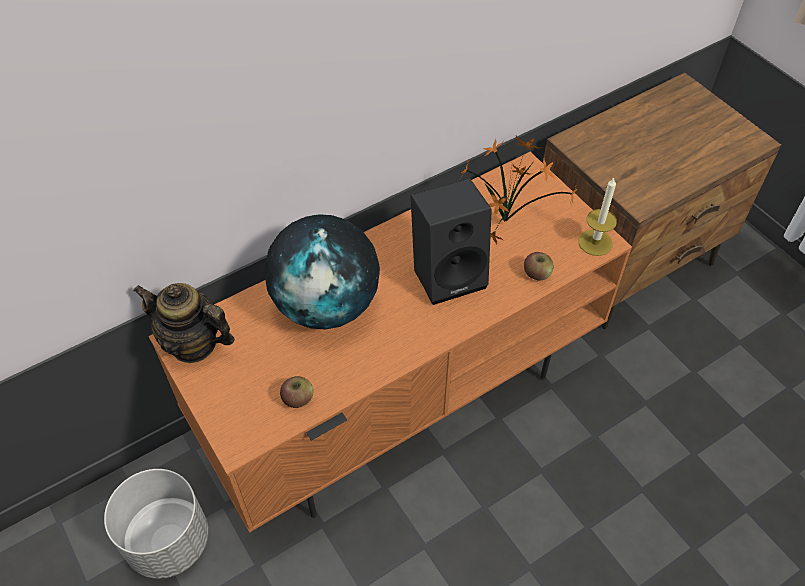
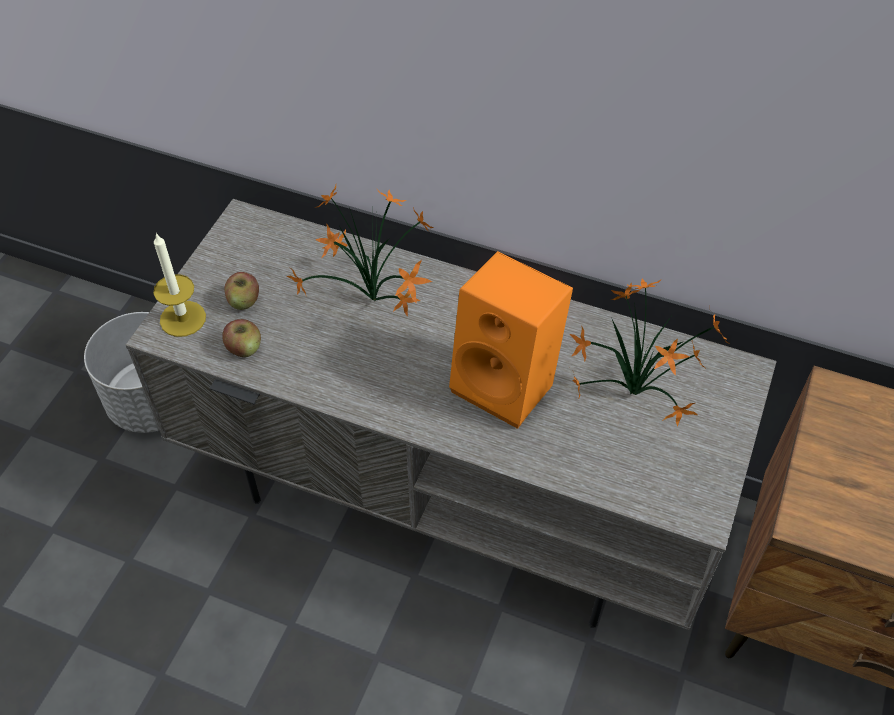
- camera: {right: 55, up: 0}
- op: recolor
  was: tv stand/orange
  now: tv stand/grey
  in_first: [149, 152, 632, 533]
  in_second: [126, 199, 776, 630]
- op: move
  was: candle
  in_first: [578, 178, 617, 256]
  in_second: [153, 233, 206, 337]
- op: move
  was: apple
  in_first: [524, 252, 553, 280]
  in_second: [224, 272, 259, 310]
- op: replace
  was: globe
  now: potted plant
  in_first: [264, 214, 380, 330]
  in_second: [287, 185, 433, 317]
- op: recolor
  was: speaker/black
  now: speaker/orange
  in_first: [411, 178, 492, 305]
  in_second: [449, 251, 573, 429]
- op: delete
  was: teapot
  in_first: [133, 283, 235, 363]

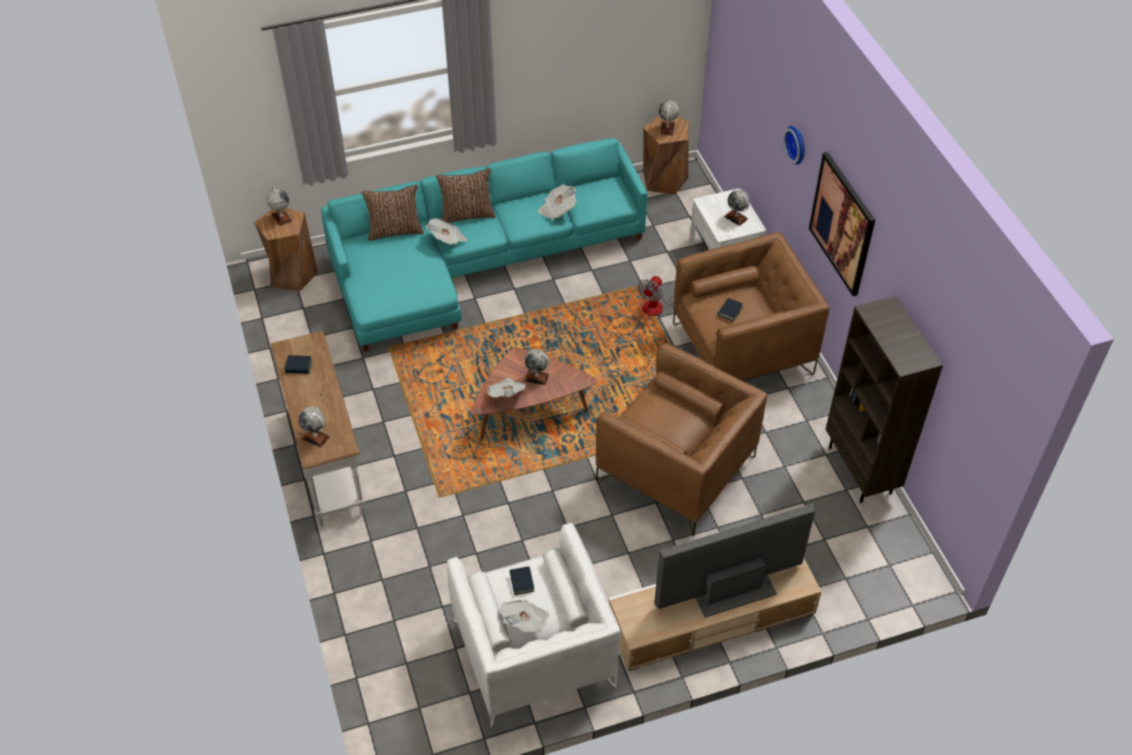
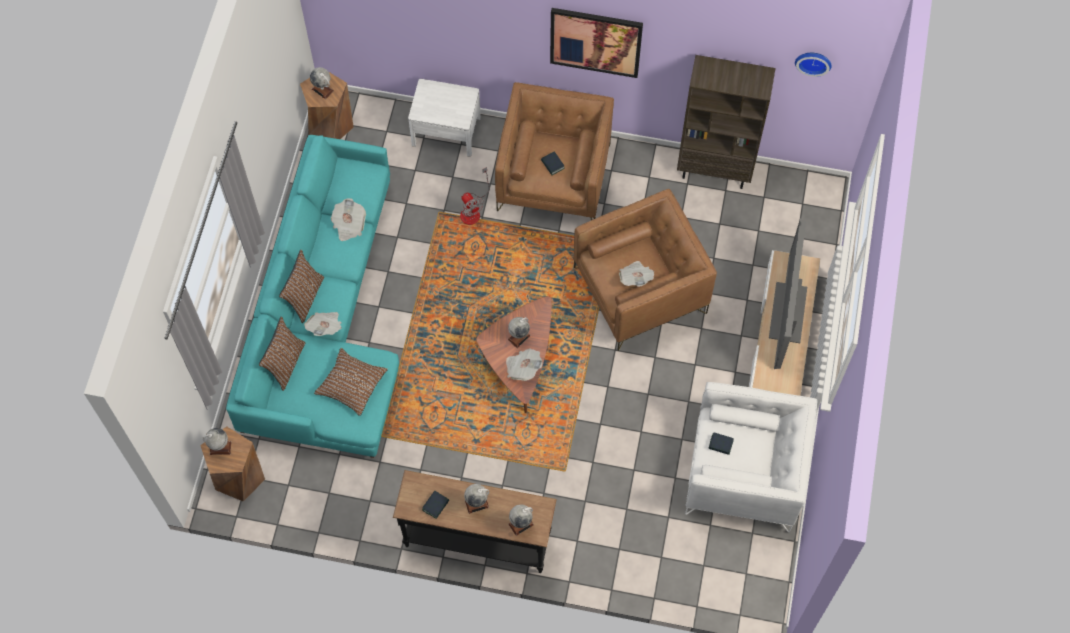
- camera: {right: -60, up: 15}
- op: insert
  now: pillow/brown
  in_second: [314, 348, 388, 416]
- op: recolor
  was: console table/white
  now: console table/black
  in_first: [270, 331, 365, 527]
  in_second: [393, 470, 557, 573]
- op: move
  was: globe
  in_first: [724, 190, 749, 226]
  in_second: [464, 484, 489, 514]
- op: move
  was: newspaper
  in_first: [500, 599, 550, 632]
  in_second: [619, 261, 654, 287]
- op: move
  was: wall clock
  in_first: [783, 126, 805, 165]
  in_second: [795, 53, 832, 77]

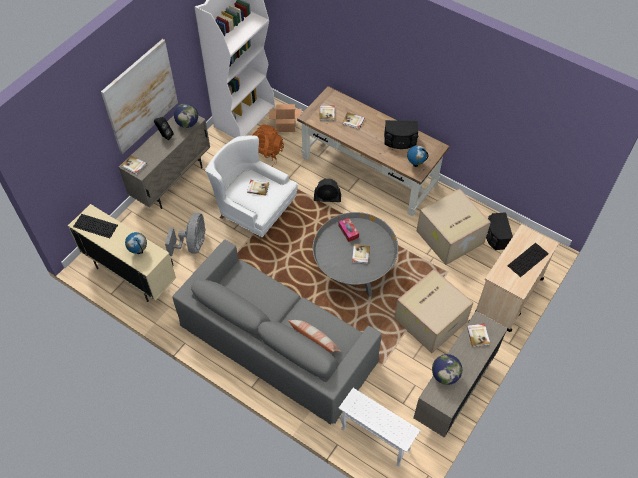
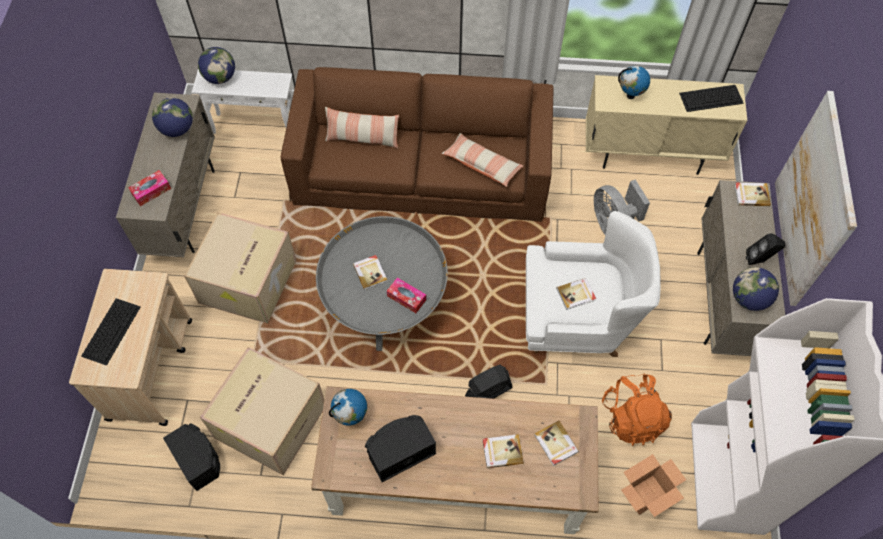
- camera: {right: 150, up: 5}
- op: replace
  was: book
  now: tissue box
  in_first: [467, 324, 490, 347]
  in_second: [128, 170, 171, 206]
- op: insert
  now: globe
  in_second: [198, 47, 235, 84]
- op: recolor
  was: sofa/grey
  now: sofa/brown
  in_first: [172, 240, 382, 425]
  in_second: [280, 67, 554, 222]
- op: insert
  now: pillow
  in_second: [441, 133, 524, 187]

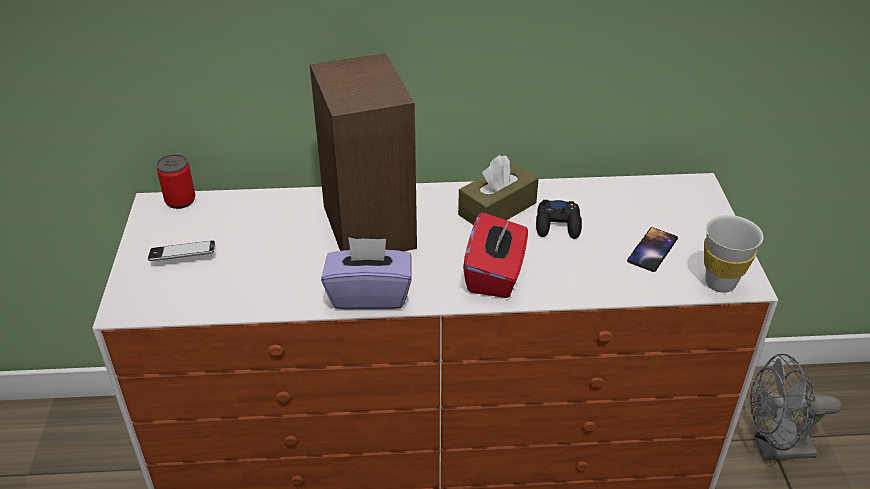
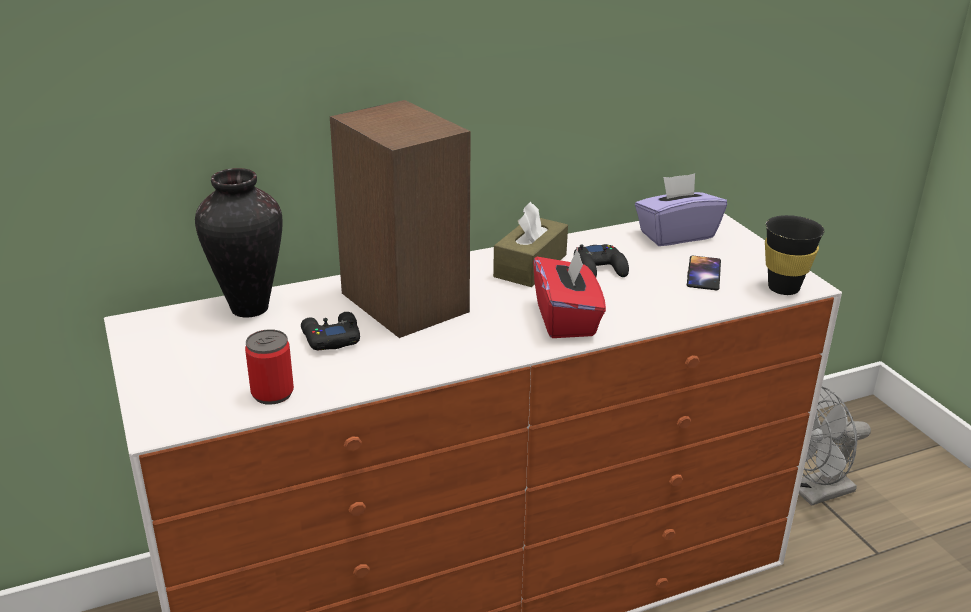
- camera: {right: -20, up: -10}
- op: insert
  now: vase
  in_second: [195, 168, 283, 317]
- op: move
  was: can
  in_first: [157, 154, 195, 209]
  in_second: [245, 329, 294, 405]
- op: insert
  now: game controller/black
  in_second: [301, 312, 360, 350]
- op: move
  was: tissue box/purple
  in_first: [321, 237, 412, 310]
  in_second: [635, 173, 727, 246]
- op: recolor
  was: cup/white
  now: cup/black
  in_first: [704, 215, 764, 293]
  in_second: [765, 215, 824, 295]
- op: delete
  was: phone
  in_first: [148, 240, 215, 261]

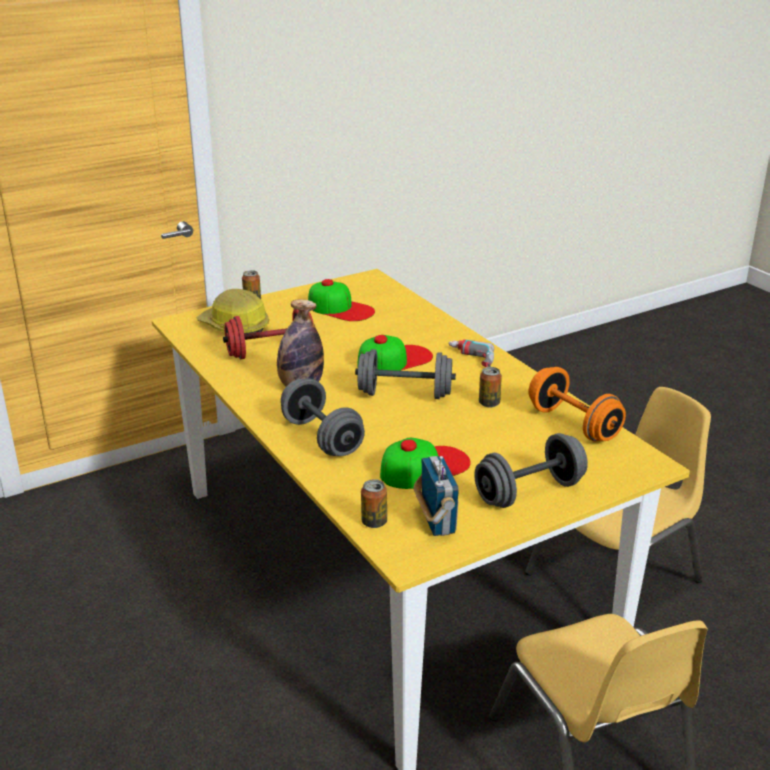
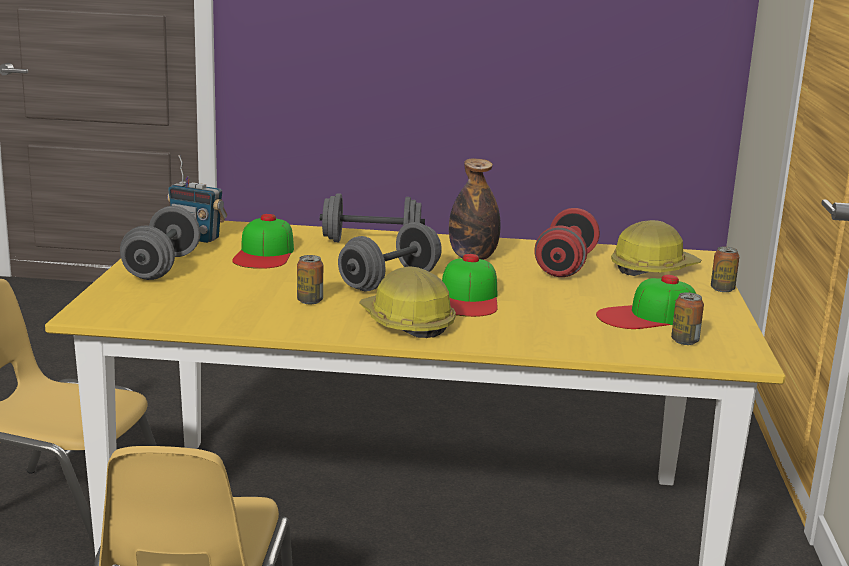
- camera: {right: 125, up: -10}
- op: replace
  was: power drill
  now: hard hat
  in_first: [448, 339, 494, 367]
  in_second: [359, 267, 456, 338]
- op: move
  was: can
  in_first: [361, 479, 387, 528]
  in_second: [671, 292, 704, 345]
- op: delete
  was: dumbbell/orange
  in_first: [529, 367, 626, 441]

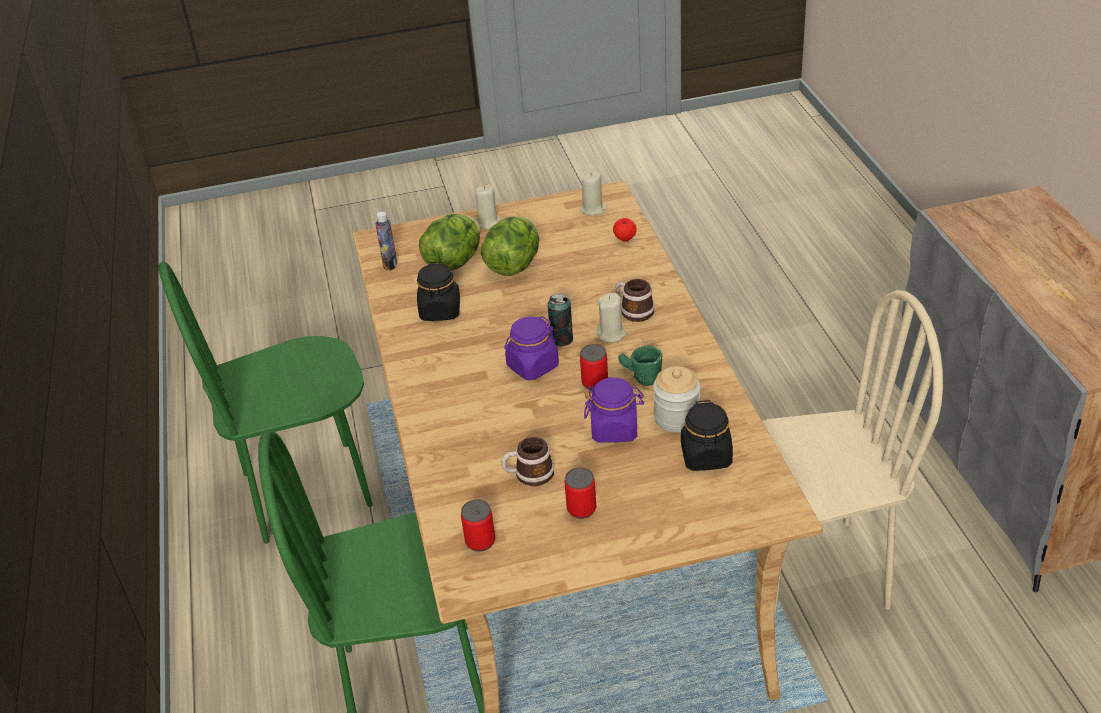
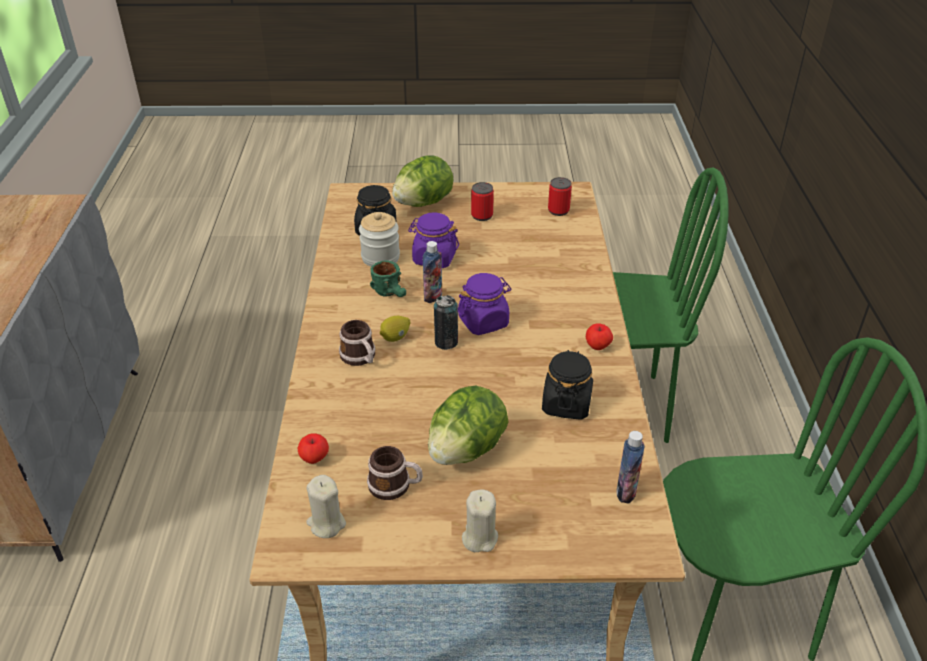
- camera: {right: -170, up: 0}
- op: move
  was: mug
  in_first: [502, 437, 554, 486]
  in_second: [367, 446, 423, 500]
- op: replace
  was: candle/beige
  now: lemon
  in_first: [597, 293, 627, 342]
  in_second: [380, 316, 410, 342]
- op: move
  was: lettuce
  in_first: [419, 214, 481, 271]
  in_second: [392, 155, 454, 207]
- op: replace
  was: can
  now: bottle
  in_first: [580, 344, 608, 390]
  in_second: [423, 241, 442, 303]
- op: insert
  now: apple
  in_second: [586, 323, 613, 350]
- op: delete
  was: chair/beige
  in_first: [762, 290, 943, 618]

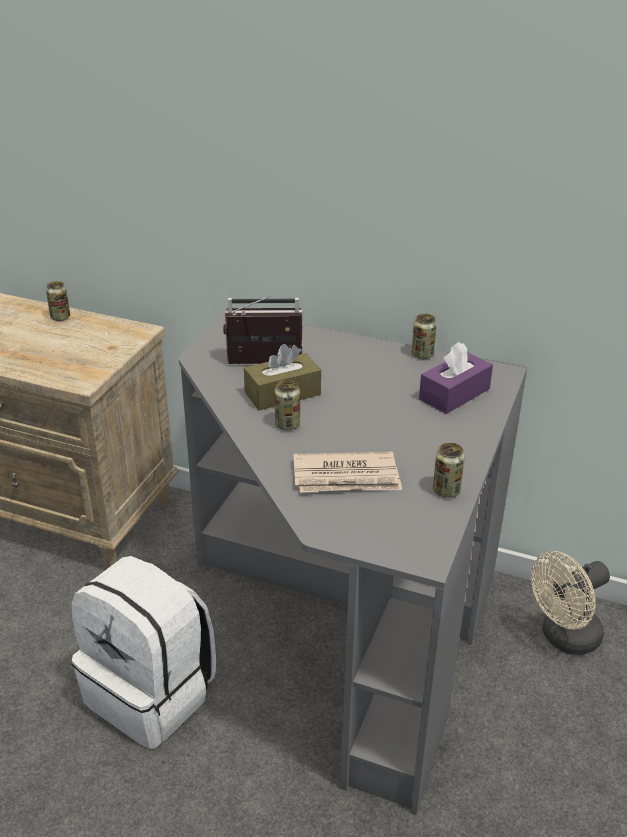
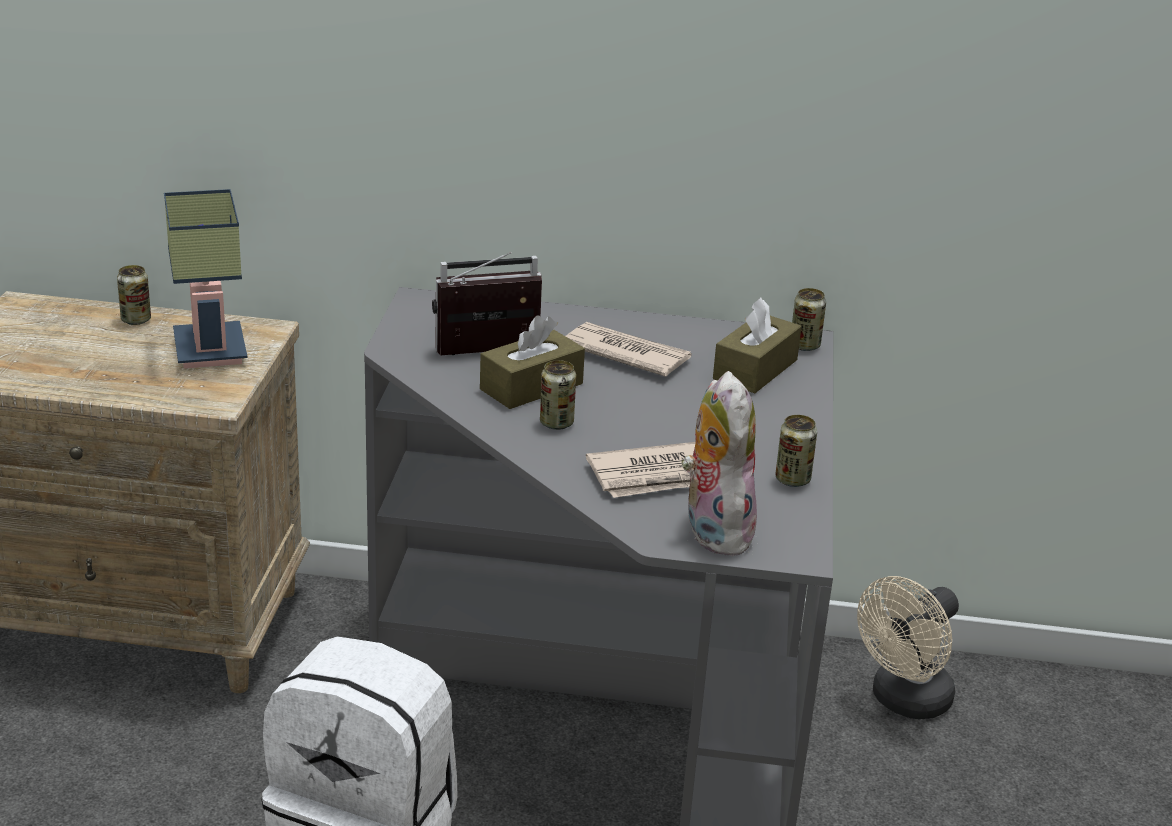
- camera: {right: -15, up: -5}
- op: insert
  now: table lamp
  in_second: [164, 189, 247, 369]
- op: insert
  now: newspaper
  in_second: [566, 322, 692, 377]
- op: insert
  now: plush toy
  in_second: [681, 371, 757, 556]
- op: recolor
  was: tissue box/purple
  now: tissue box/brown
  in_first: [419, 342, 493, 414]
  in_second: [713, 297, 802, 393]
- op: move
  was: can
  in_first: [412, 314, 437, 359]
  in_second: [792, 288, 826, 351]

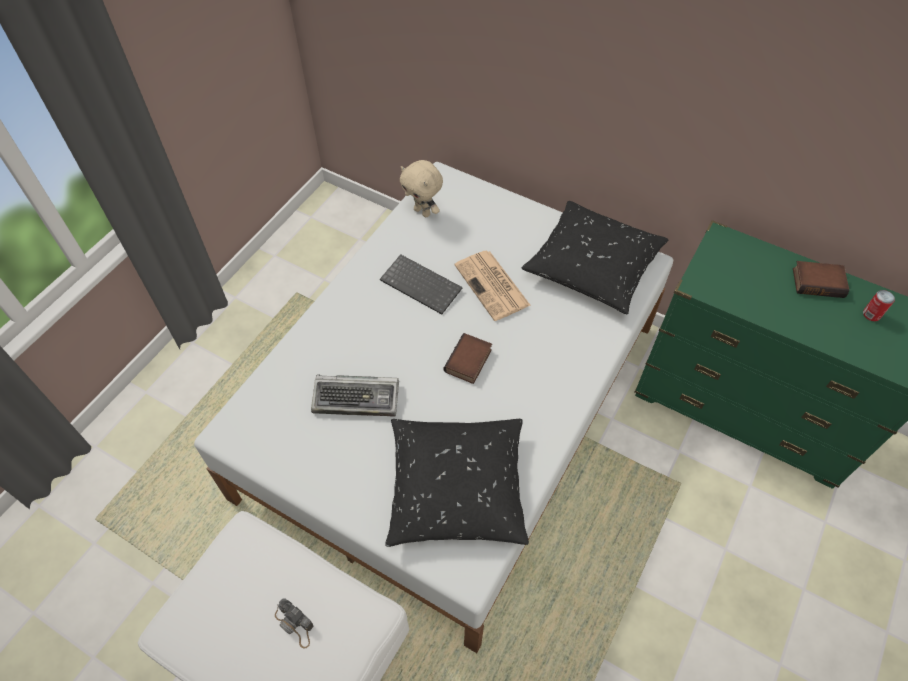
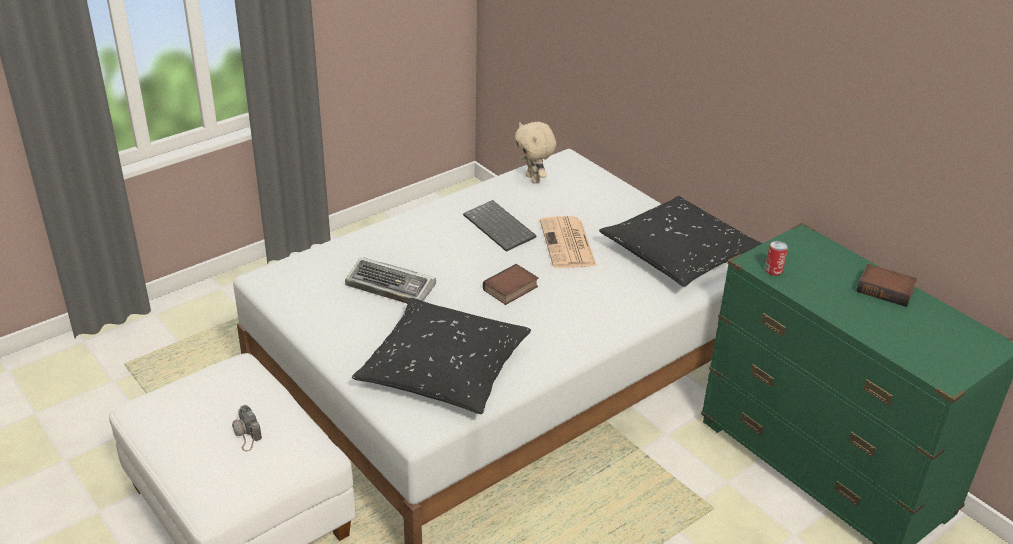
- camera: {right: 20, up: -20}
- op: move
  was: can
  in_first: [863, 290, 895, 321]
  in_second: [765, 241, 788, 276]

